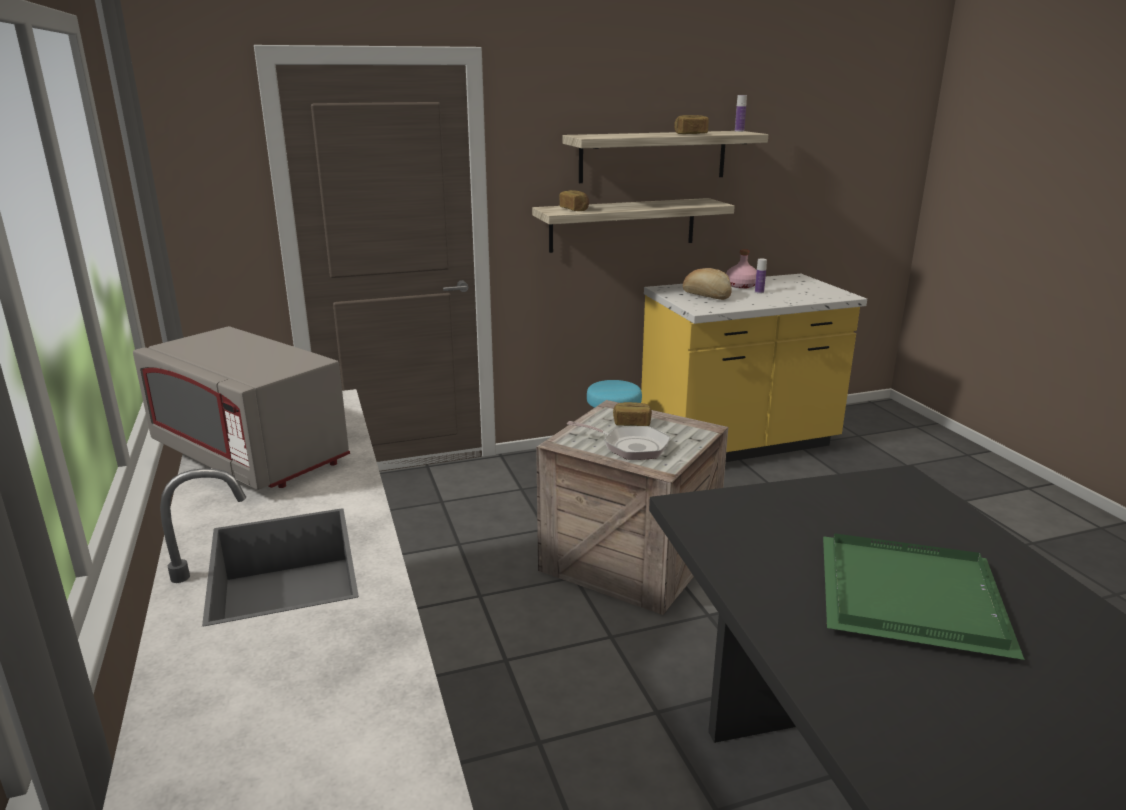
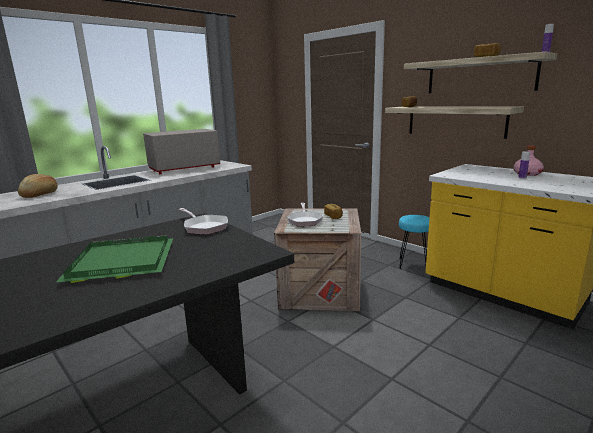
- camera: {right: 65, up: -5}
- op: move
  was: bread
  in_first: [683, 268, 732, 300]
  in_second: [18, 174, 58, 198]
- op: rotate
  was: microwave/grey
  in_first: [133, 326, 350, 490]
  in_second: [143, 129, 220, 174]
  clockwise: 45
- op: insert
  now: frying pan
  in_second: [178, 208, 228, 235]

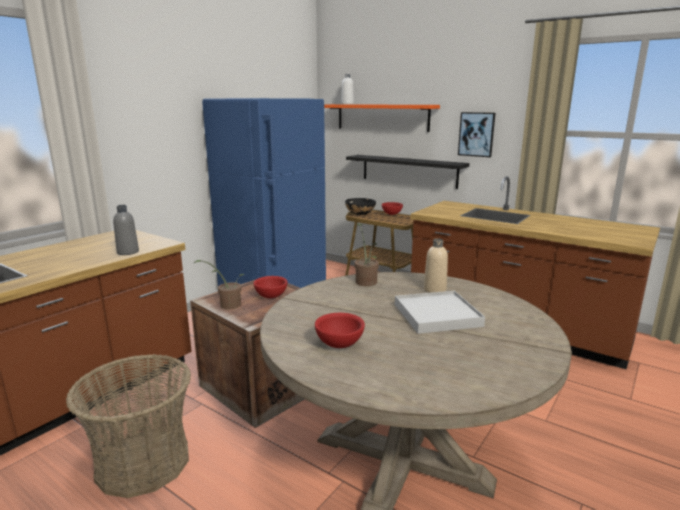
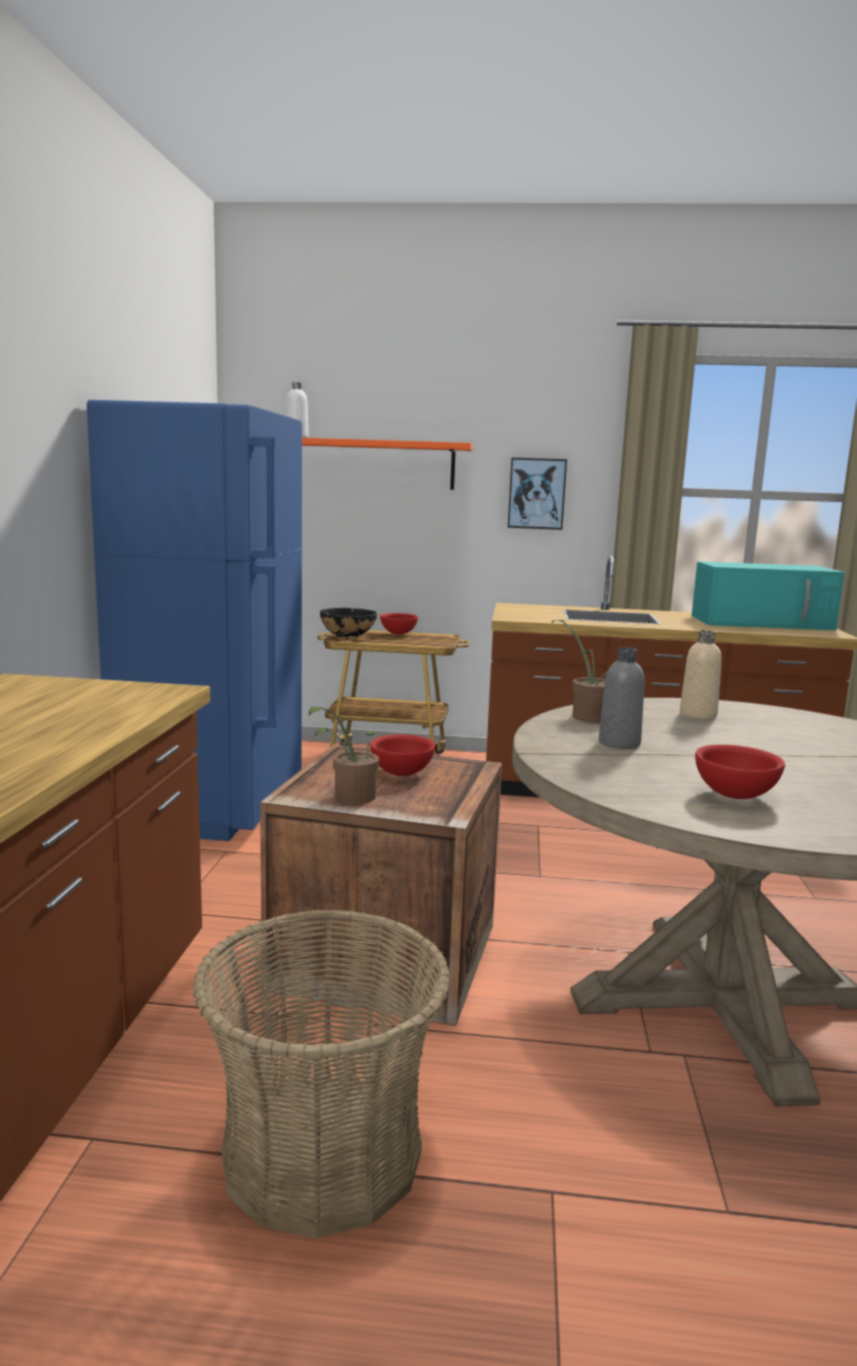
- camera: {right: -30, up: -5}
- op: move
  was: bottle/grey
  in_first: [113, 205, 139, 255]
  in_second: [599, 647, 645, 749]
- op: insert
  now: microwave/turquoise
  in_second: [692, 561, 845, 630]
- op: delete
  was: shelf/black
  in_first: [346, 155, 469, 189]
- op: delete
  was: tray/white
  in_first: [395, 291, 485, 334]

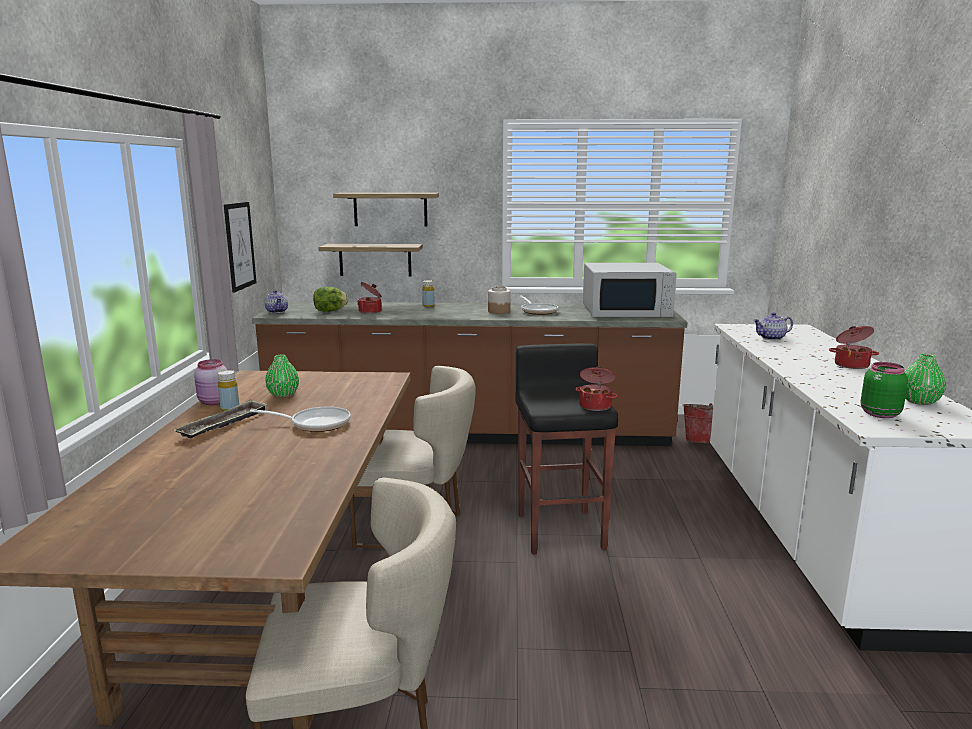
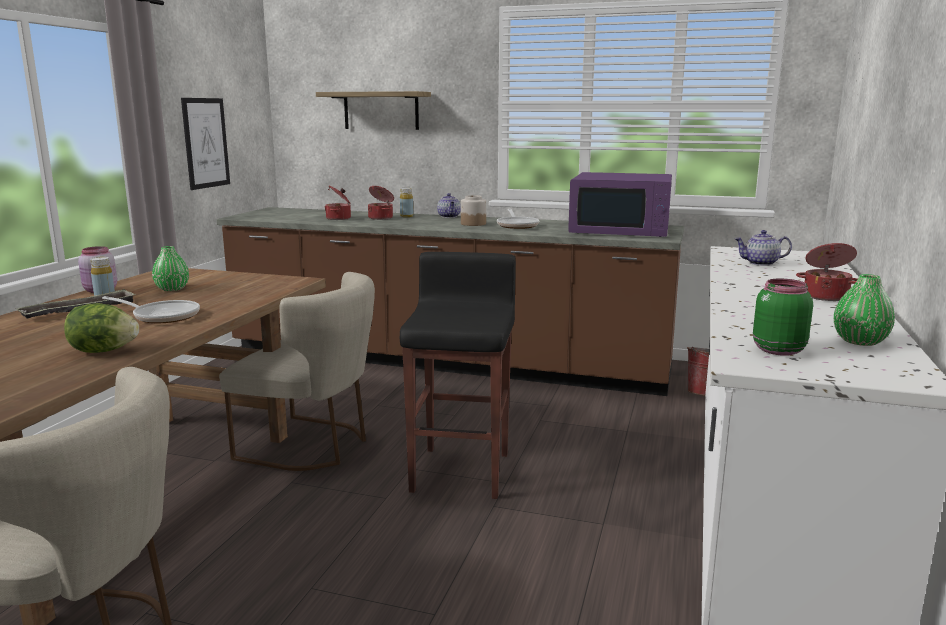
- camera: {right: 15, up: 0}
- op: move
  was: lettuce
  in_first: [313, 287, 348, 312]
  in_second: [64, 303, 139, 353]
- op: move
  was: cooking pot
  in_first: [575, 367, 617, 411]
  in_second: [368, 186, 394, 220]
- op: move
  was: teapot
  in_first: [265, 290, 288, 313]
  in_second: [437, 193, 461, 218]
- op: recolor
  was: microwave/white
  now: microwave/purple
  in_first: [583, 263, 677, 317]
  in_second: [568, 172, 672, 237]
- op: delete
  was: shelf
  in_first: [318, 244, 423, 276]

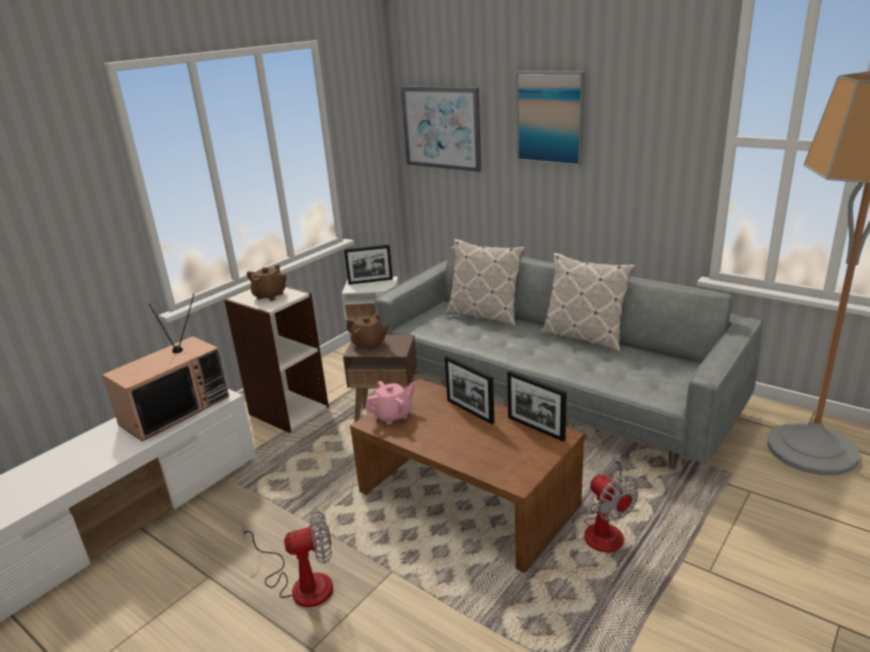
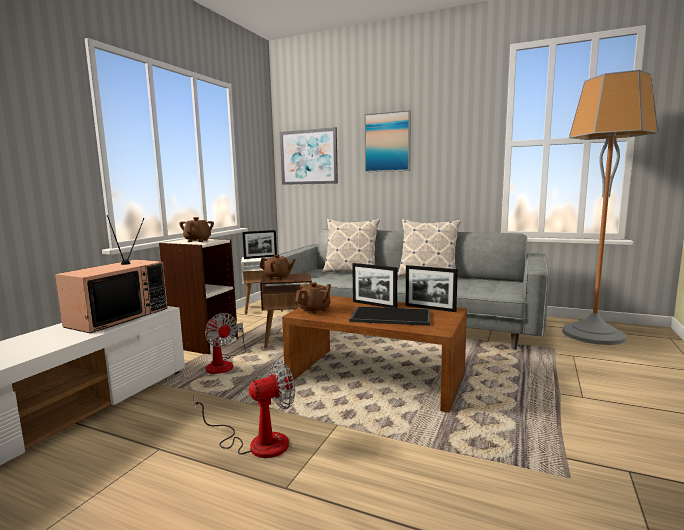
- camera: {right: -15, up: -15}
- op: move
  was: fan
  in_first: [584, 454, 639, 553]
  in_second: [205, 313, 246, 374]
- op: recolor
  was: teapot/pink
  now: teapot/brown
  in_first: [365, 381, 415, 424]
  in_second: [295, 282, 331, 314]
- op: insert
  now: tray
  in_second: [349, 306, 430, 326]

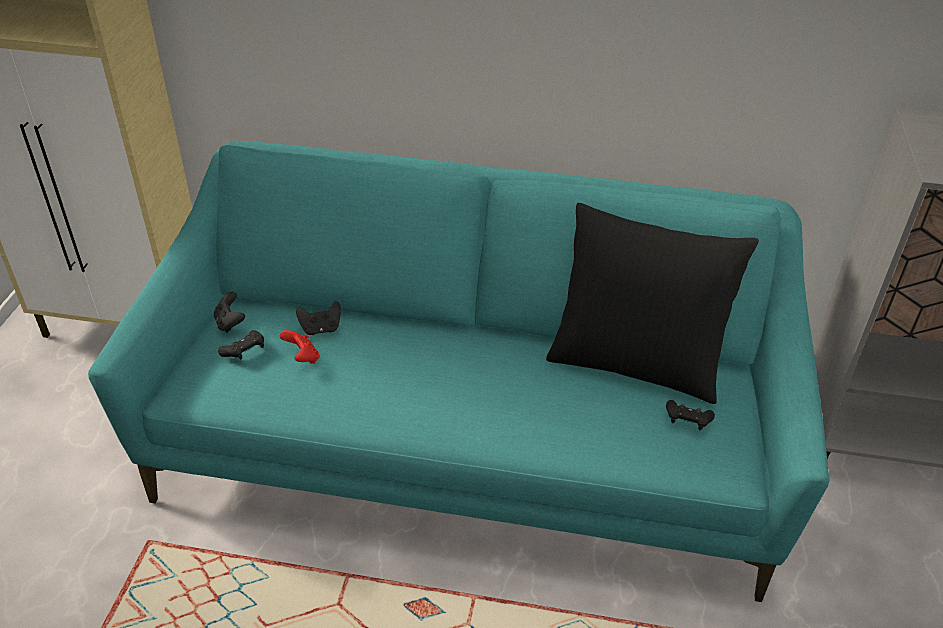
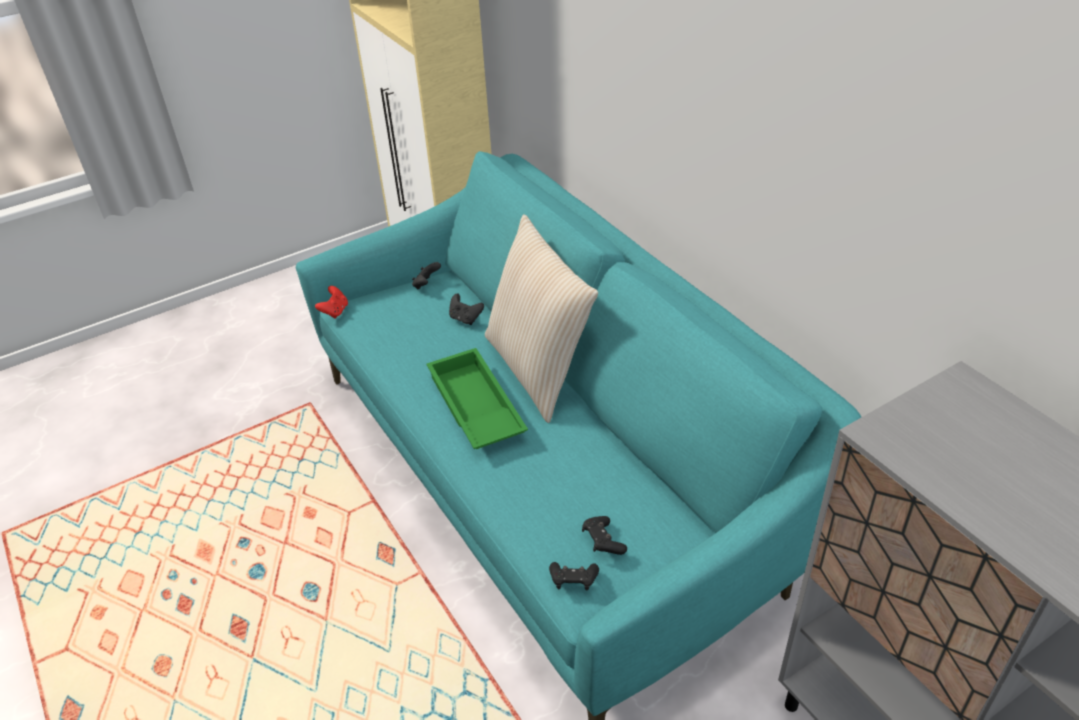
- camera: {right: 50, up: 0}
- op: move
  was: game controller/red
  in_first: [279, 330, 320, 364]
  in_second: [315, 286, 348, 319]
- op: insert
  now: tray/green
  in_second: [426, 348, 528, 449]
- op: insert
  now: pillow/beige
  in_second: [485, 214, 598, 423]
- op: move
  was: game controller/black
  in_first: [218, 330, 264, 359]
  in_second: [549, 562, 599, 591]
- op: delete
  was: pillow/black
  in_first: [546, 203, 759, 404]

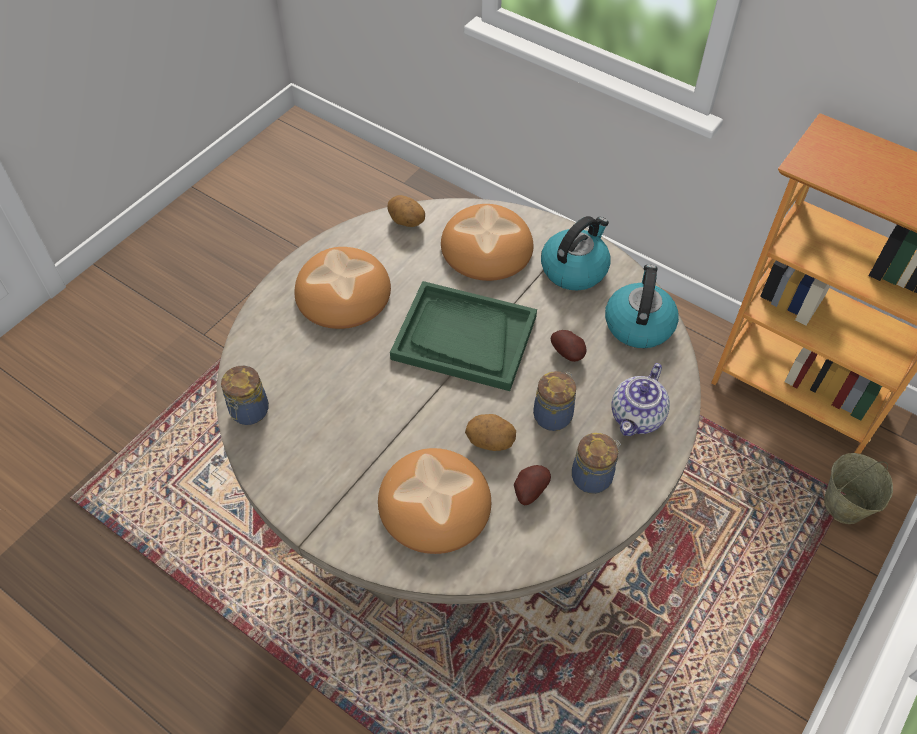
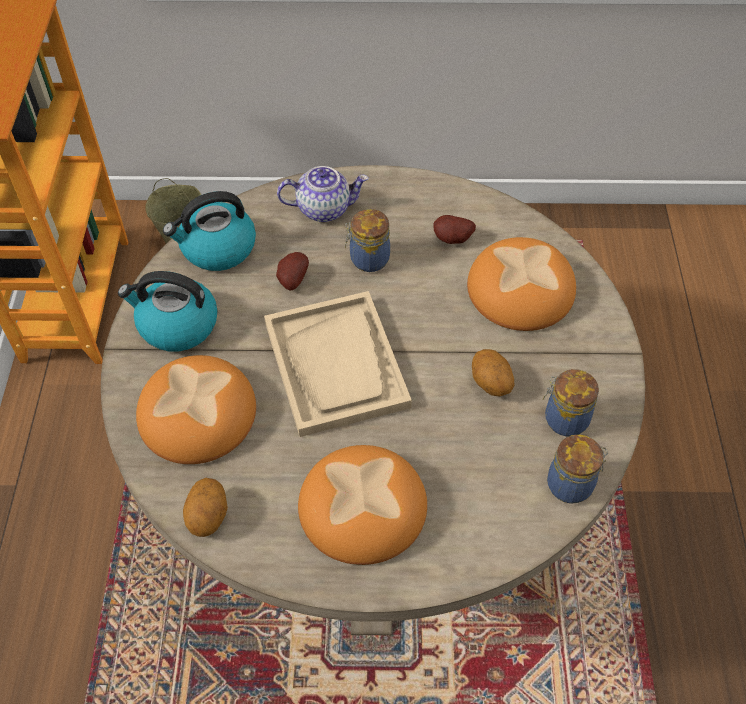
- camera: {right: -125, up: 0}
- op: recolor
  was: tray/green
  now: tray/beige
  in_first: [390, 281, 537, 391]
  in_second: [264, 291, 412, 437]
- op: move
  was: potato
  in_first: [465, 414, 516, 451]
  in_second: [472, 349, 514, 397]
- op: move
  was: jar
  in_first: [572, 433, 621, 494]
  in_second: [543, 369, 599, 436]

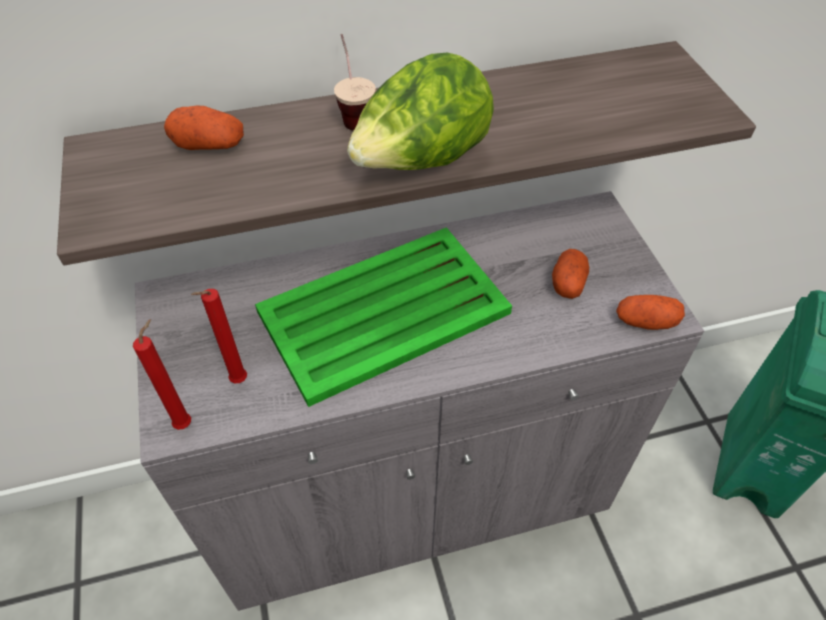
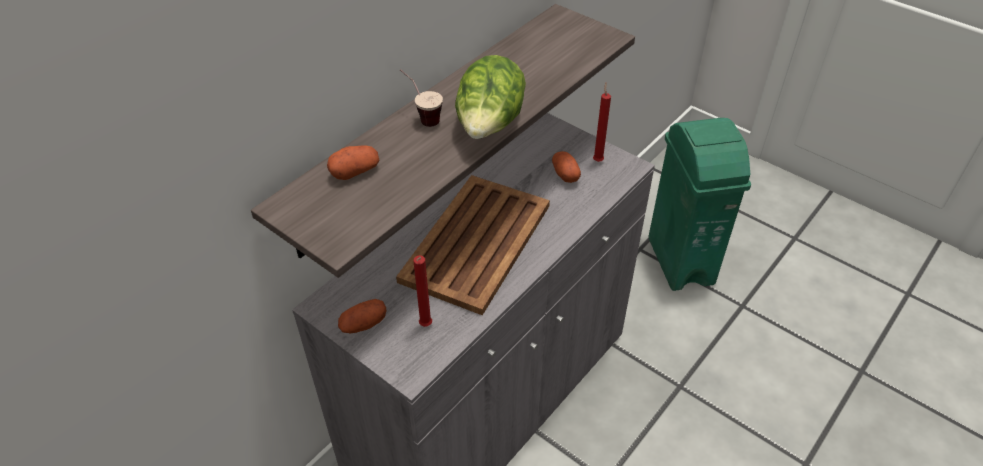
- camera: {right: -35, up: -5}
- op: move
  was: potato
  in_first: [616, 295, 685, 330]
  in_second: [338, 299, 386, 333]
- op: recolor
  was: tray/green
  now: tray/brown
  in_first: [255, 227, 512, 407]
  in_second: [396, 175, 550, 315]
- op: move
  was: candle/red
  in_first: [133, 319, 191, 430]
  in_second: [593, 82, 611, 162]

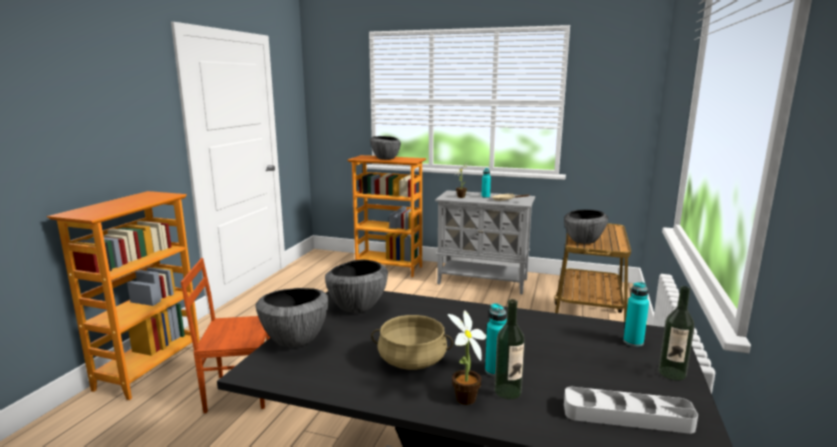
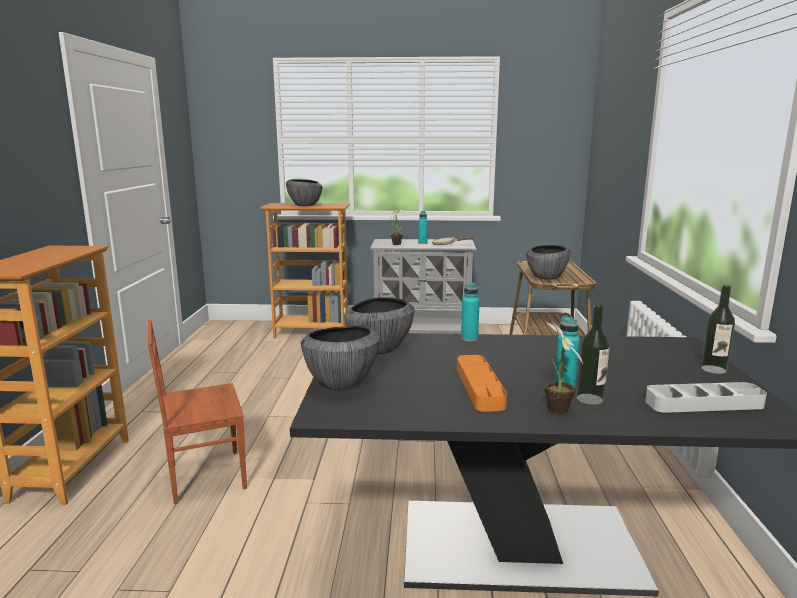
- camera: {right: -15, up: 0}
- op: replace
  was: cooking pot/beige
  now: tray/orange
  in_first: [371, 315, 453, 370]
  in_second: [457, 355, 507, 412]
- op: move
  was: bottle/turquoise
  in_first: [623, 282, 649, 347]
  in_second: [461, 282, 480, 342]

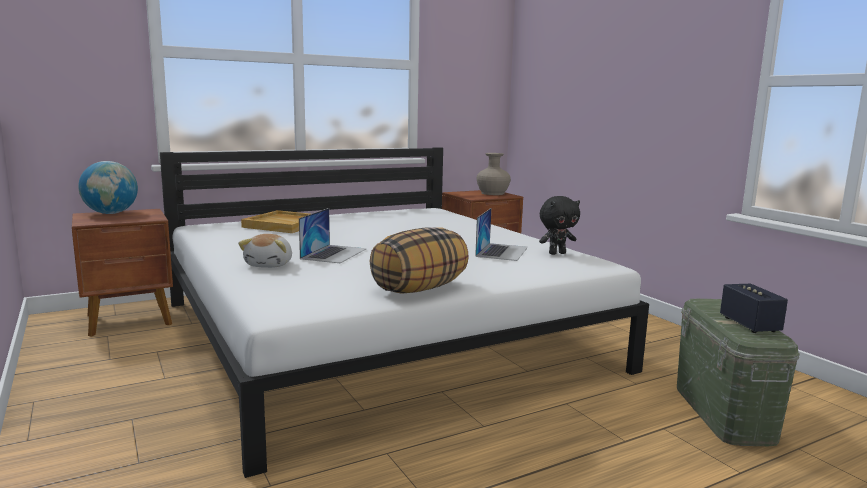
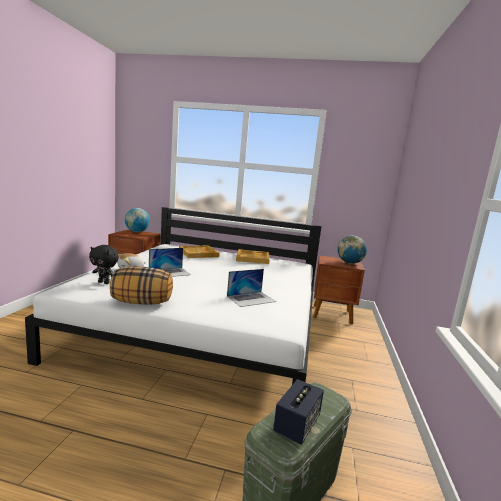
- camera: {right: 40, up: 0}
- op: move
  was: plush toy/black
  in_first: [539, 196, 580, 255]
  in_second: [89, 245, 119, 284]
- op: insert
  now: tray/beige
  in_second: [236, 249, 270, 264]
- op: replace
  was: vase/beige
  now: globe
  in_first: [477, 153, 511, 195]
  in_second: [338, 236, 367, 264]

